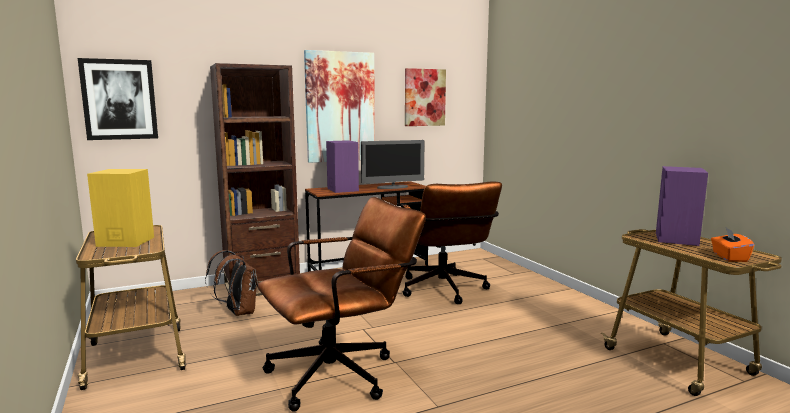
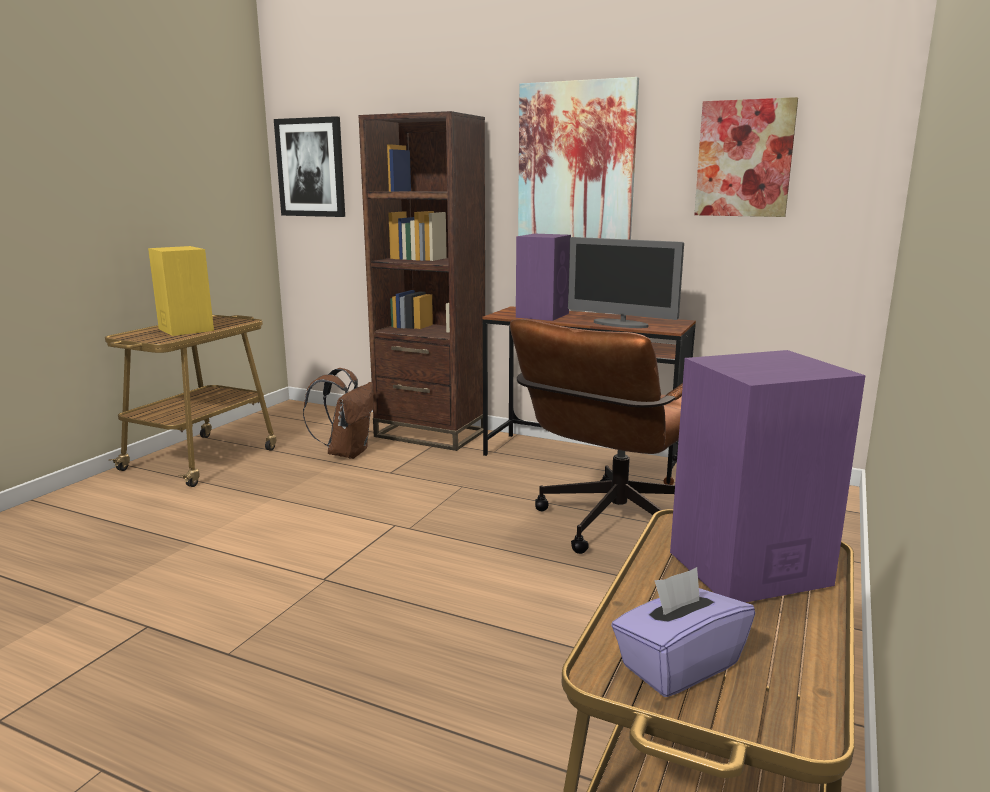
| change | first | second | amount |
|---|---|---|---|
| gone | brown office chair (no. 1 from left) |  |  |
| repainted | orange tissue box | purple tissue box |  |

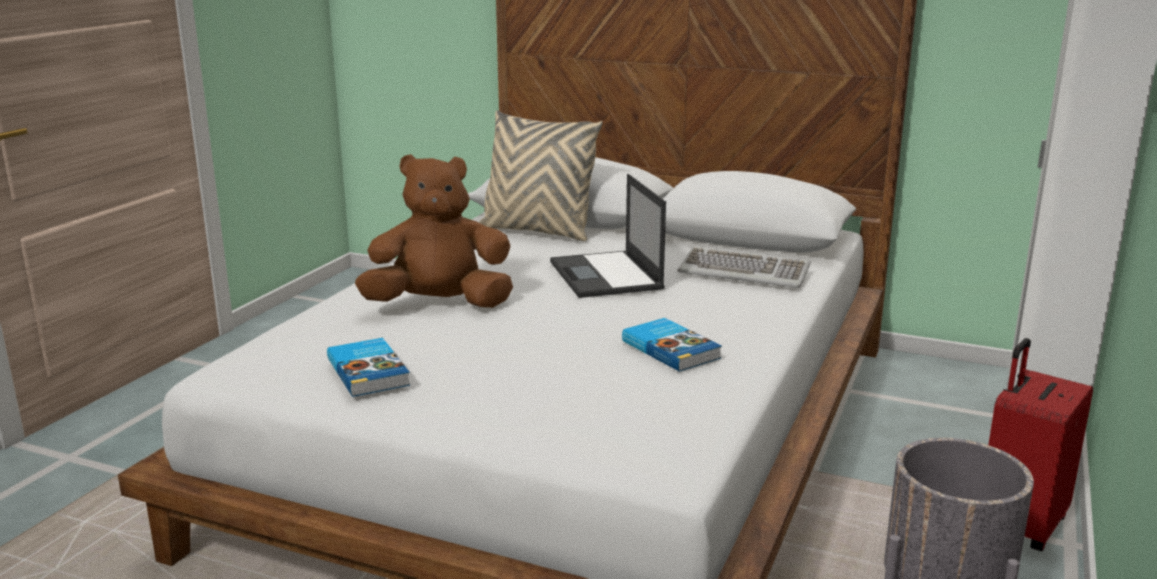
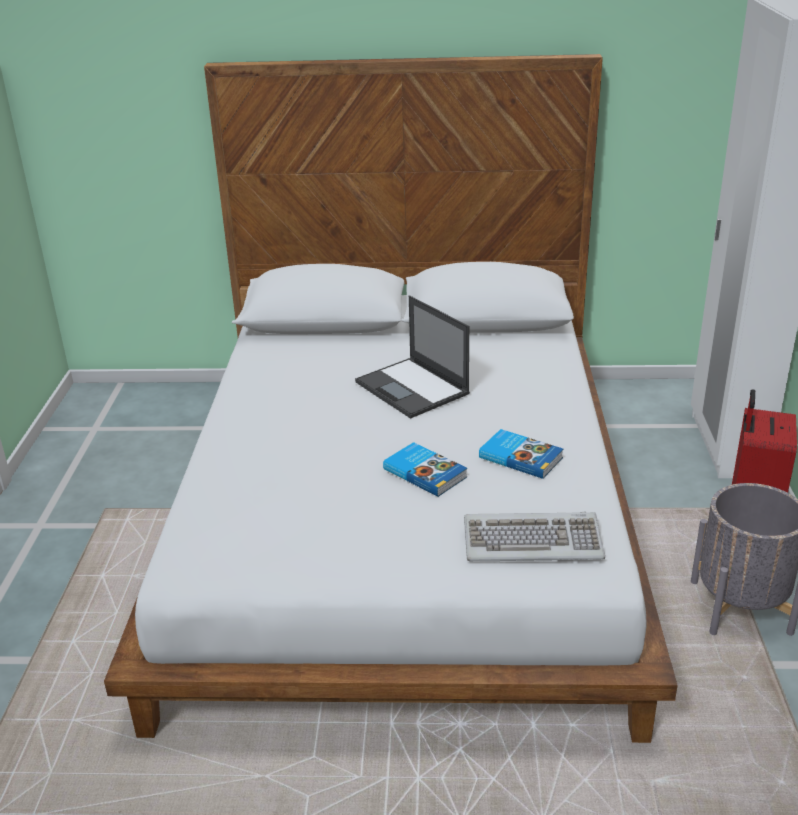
| change | first | second | amount |
|---|---|---|---|
| gone | beige pillow |  |  |
| gone | brown plush toy |  |  |
| shifted | keyboard |  |  |
| shifted | book (no. 1 from left) |  |  |

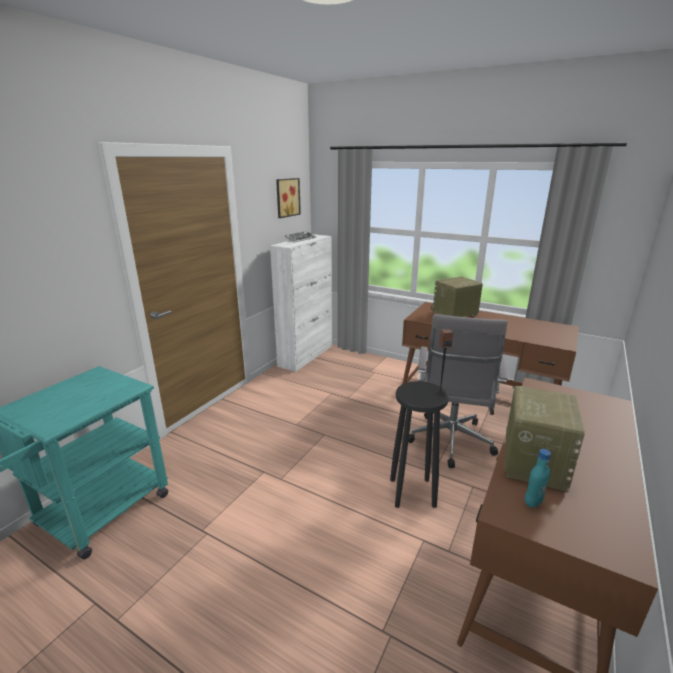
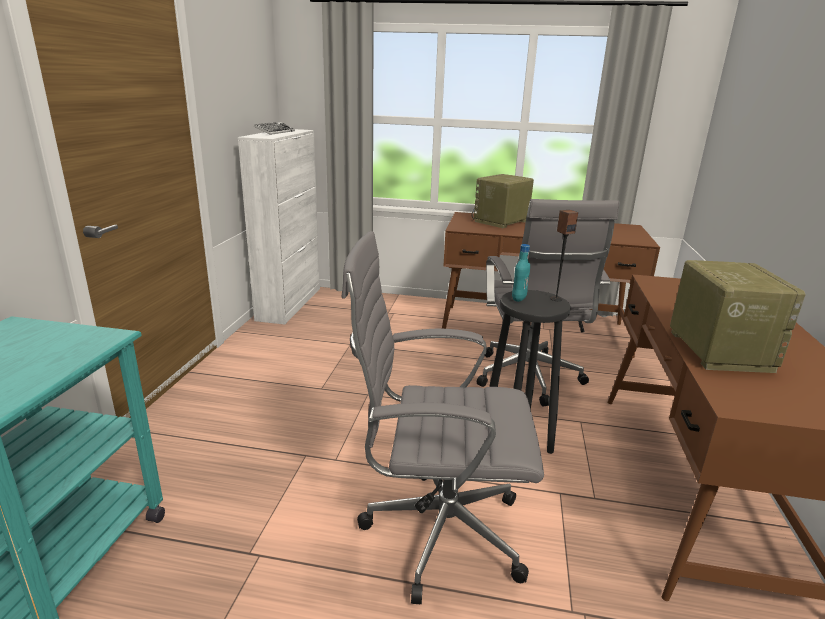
| change | first | second | amount |
|---|---|---|---|
| gone | picture |  |  |
| shifted | turquoise bottle |  |  |
| new |  | grey office chair (no. 1 from left) |  |

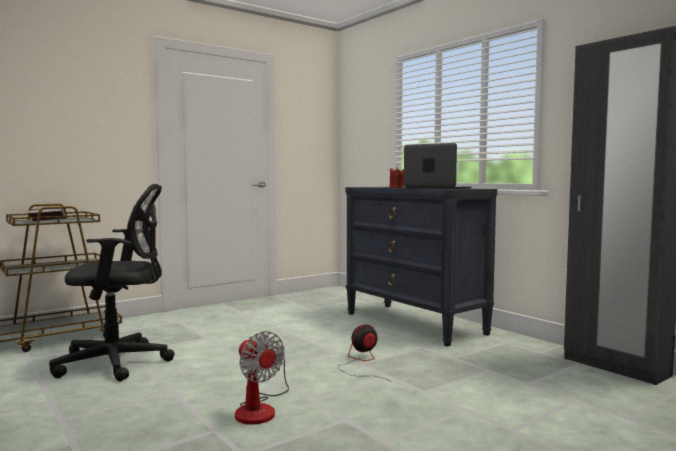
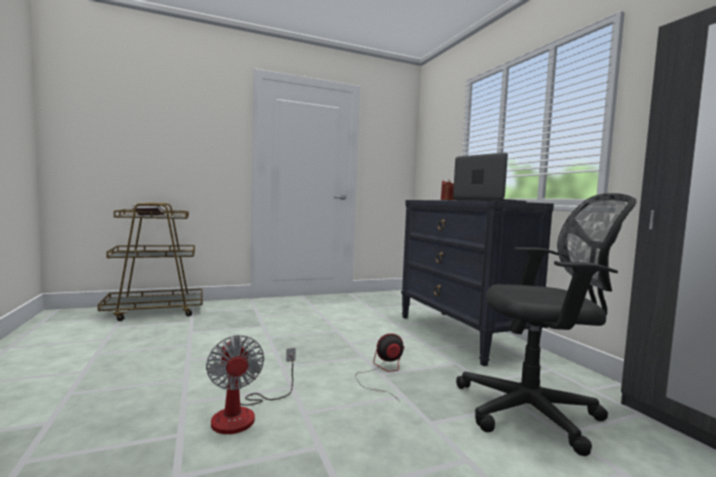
| change | first | second | amount |
|---|---|---|---|
| shifted | black office chair |  |  |

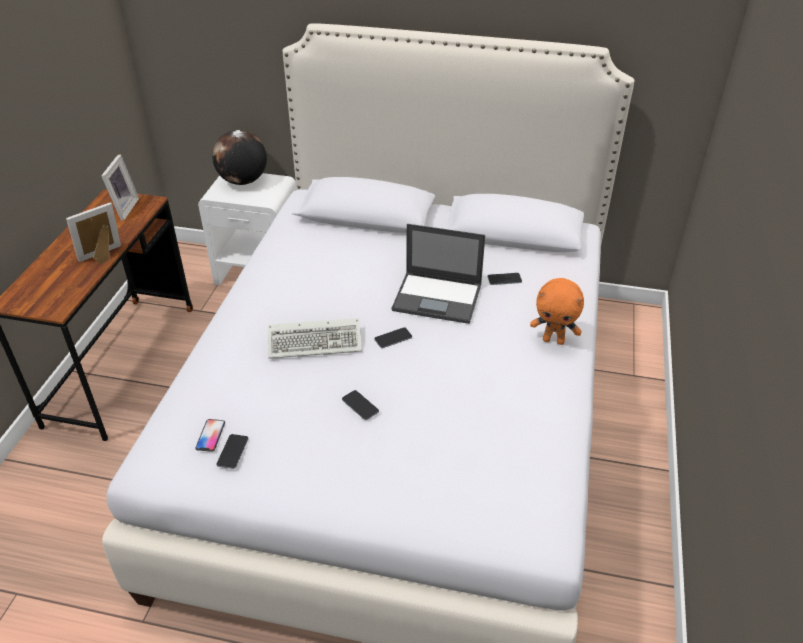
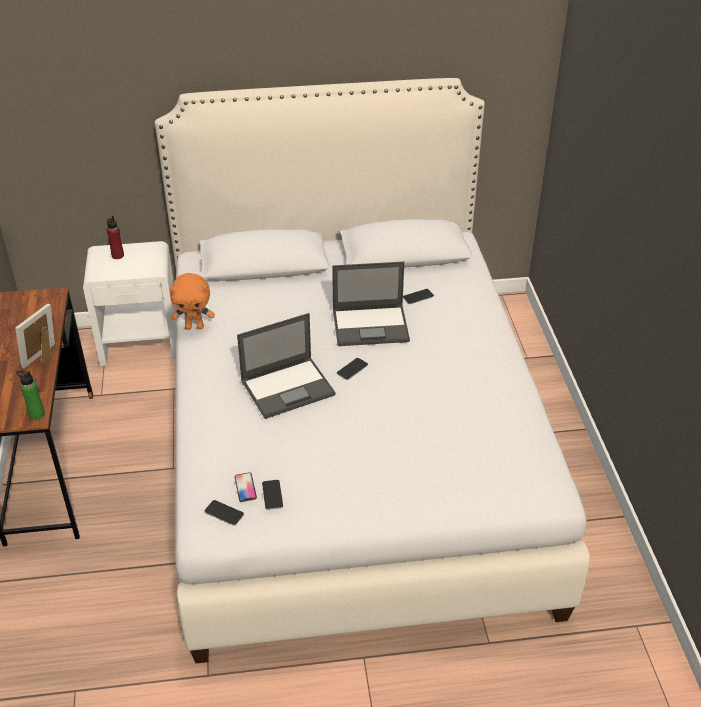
| change | first | second | amount |
|---|---|---|---|
| swapped | globe | red bottle |  |
| gone | picture frame (no. 2 from left) |  |  |
| shifted | orange plush toy |  |  |
| swapped | keyboard | laptop (no. 1 from left) |  |
| shifted | phone (no. 3 from left in the first image) | phone (no. 1 from left) |  |
| new |  | green bottle |  |

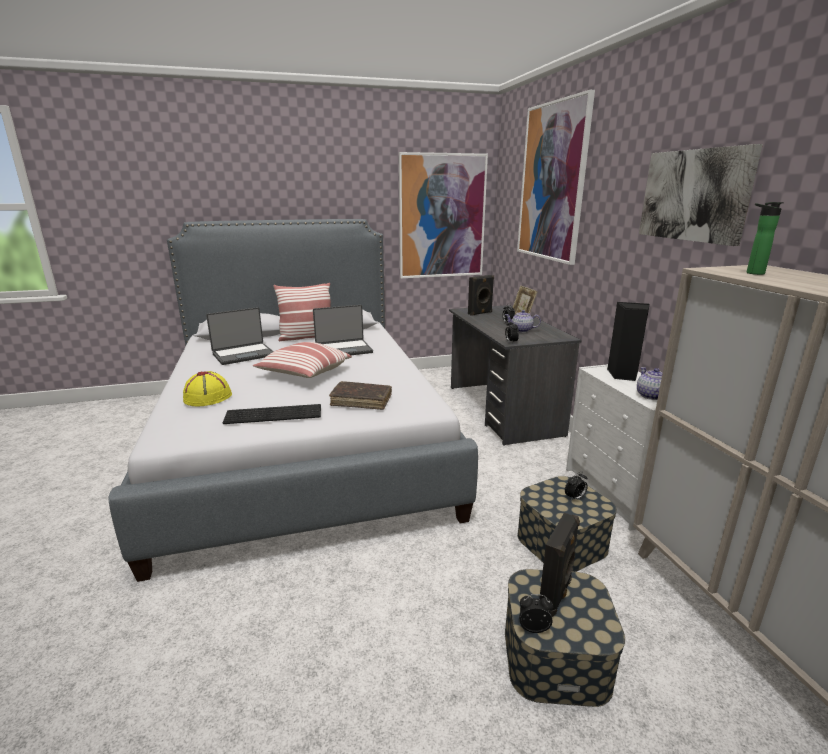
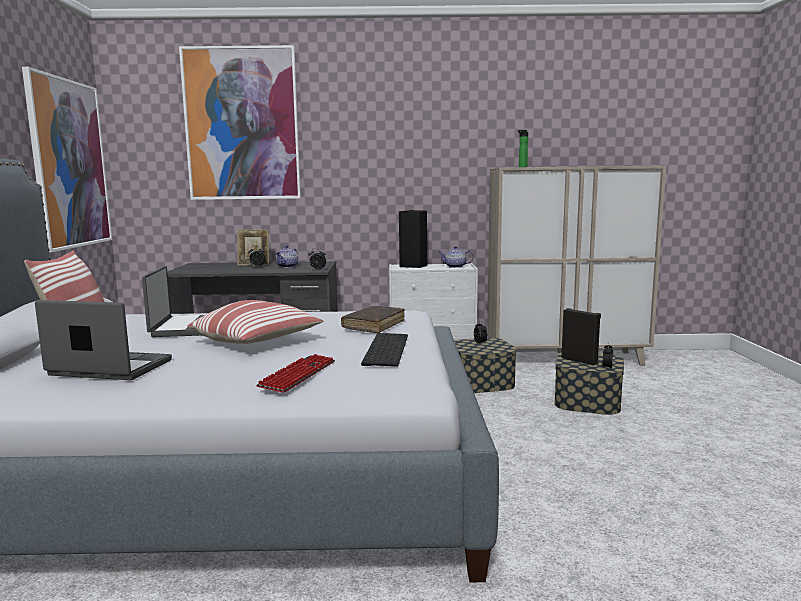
| change | first | second | amount |
|---|---|---|---|
| gone | picture (no. 3 from left) |  |  |
| gone | black speaker (no. 1 from left) |  |  |
| rotated | laptop (no. 1 from left) |  | 60 degrees counterclockwise |
| swapped | yellow hat | keyboard (no. 1 from left) |  |

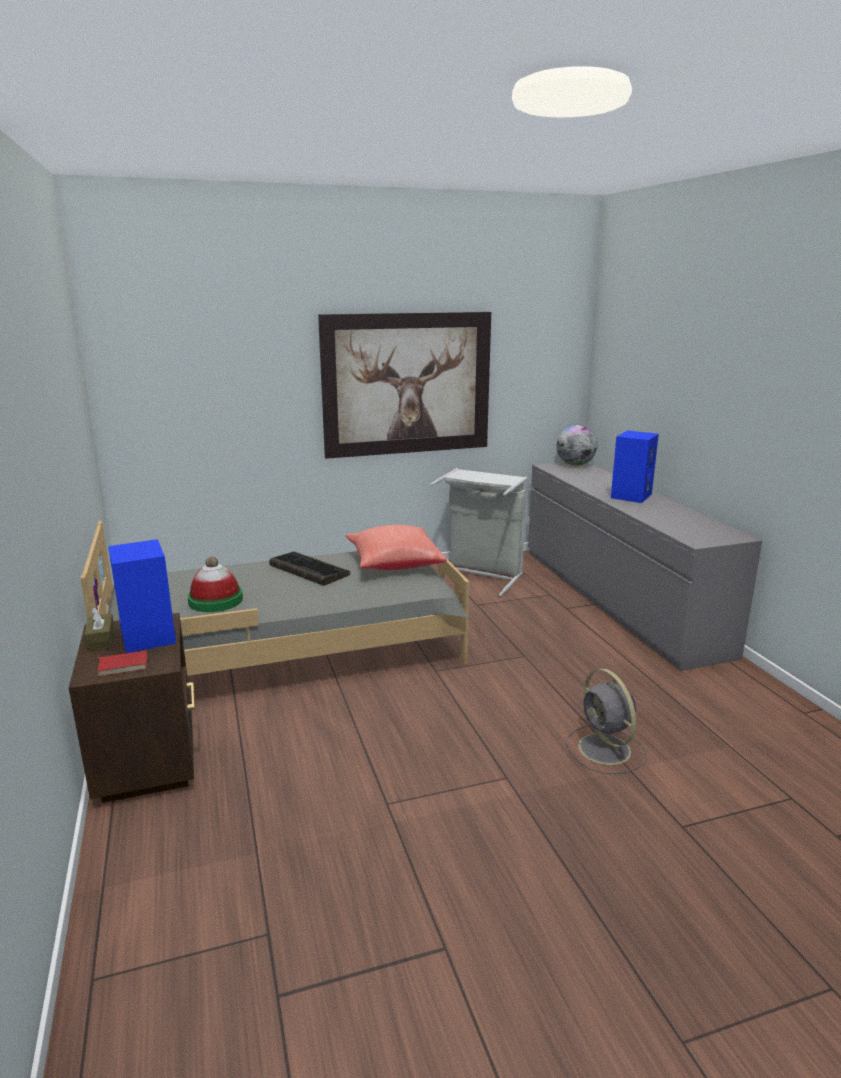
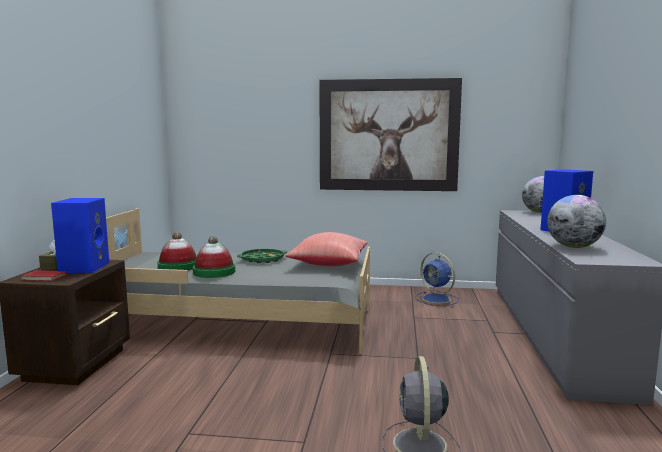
| change | first | second | amount |
|---|---|---|---|
| swapped | grey laundry basket | blue fan |  |
| swapped | keyboard | green tray |  |
| new |  | globe (no. 2 from left) |  |
| new |  | hat (no. 2 from left) |  |

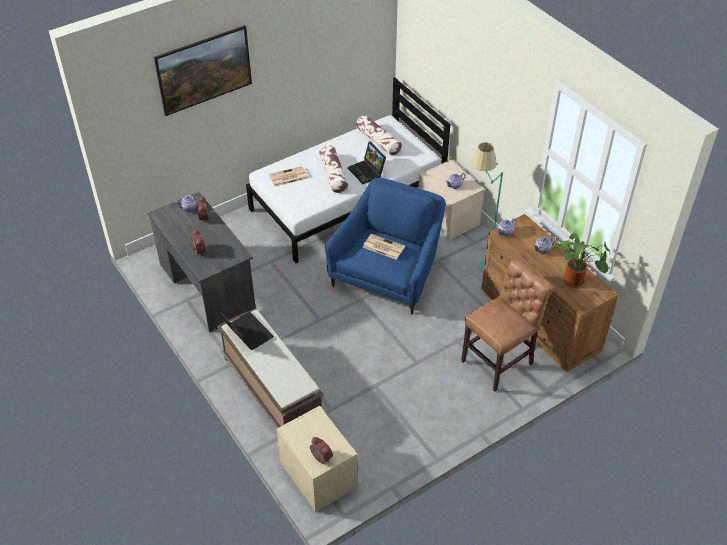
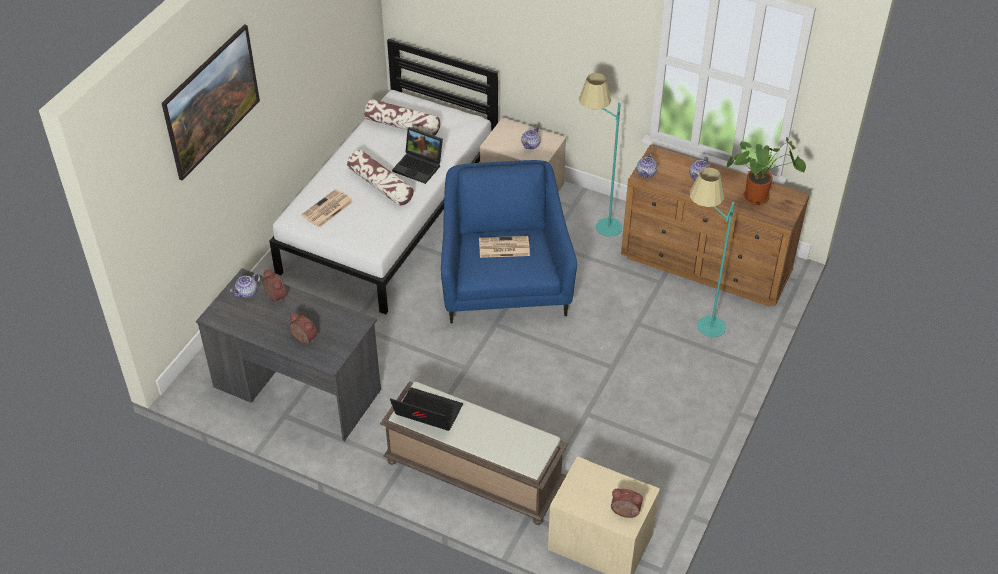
| change | first | second | amount |
|---|---|---|---|
| swapped | brown chair | turquoise floor lamp (no. 2 from left) |  |

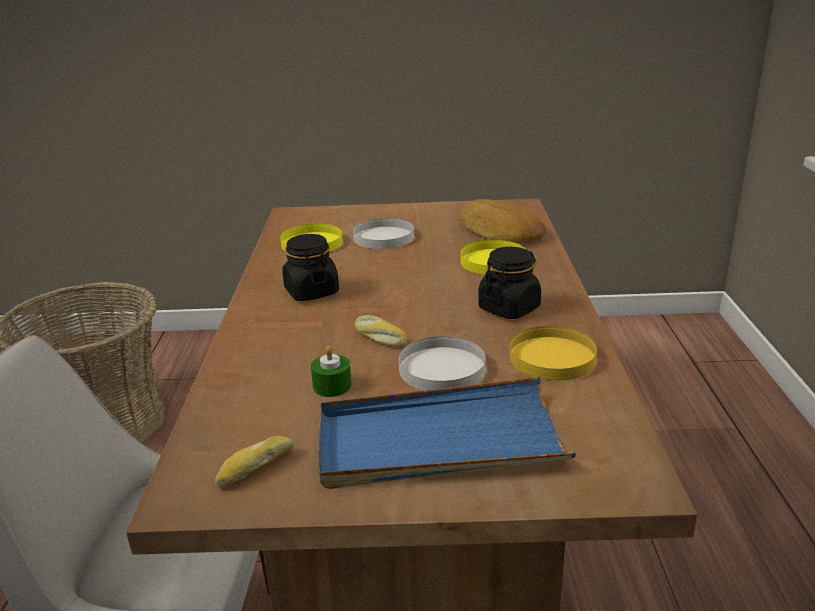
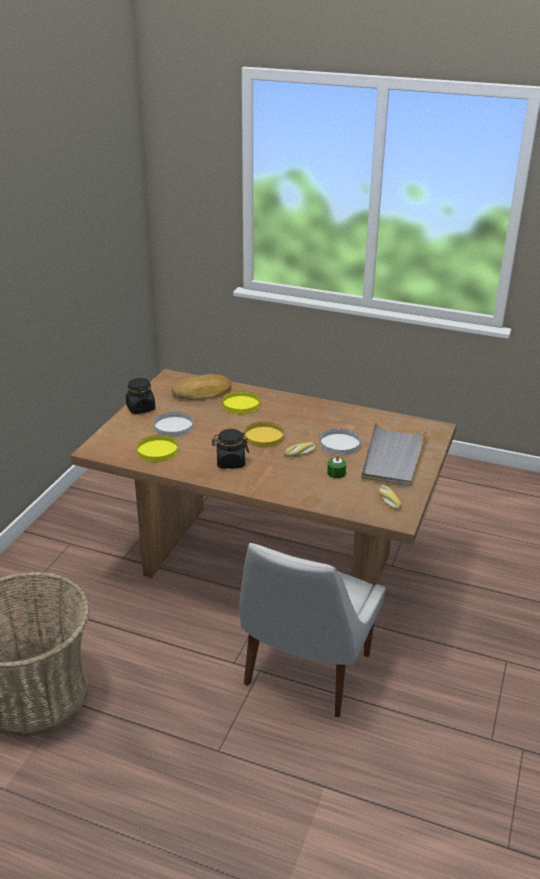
| change | first | second | amount |
|---|---|---|---|
| shifted | black jar (no. 2 from left in the first image) | black jar (no. 1 from left) |  |
| shifted | yellow plate (no. 3 from left) |  |  |
| repainted | blue tray | grey tray |  |

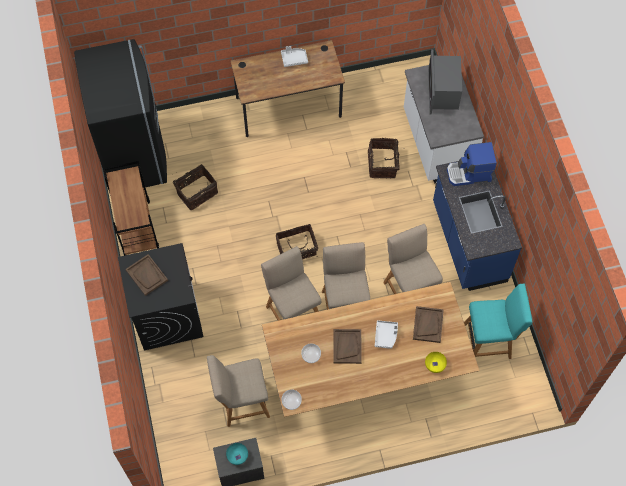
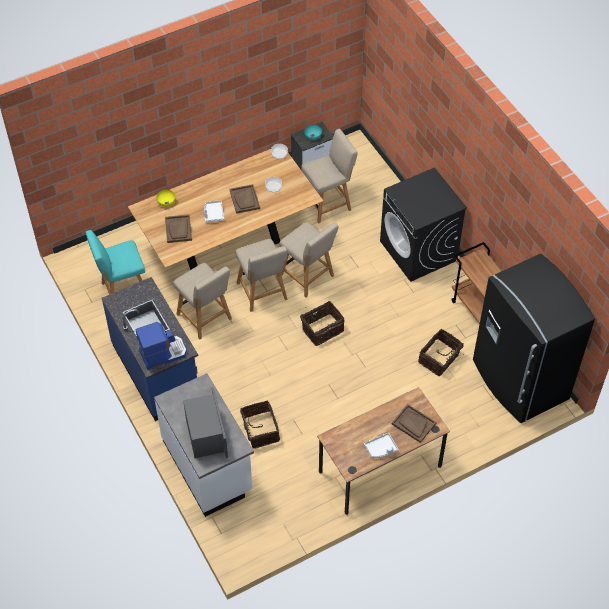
| change | first | second | amount |
|---|---|---|---|
| shifted | brown tray (no. 1 from left in the first image) | brown tray (no. 3 from left) |  |

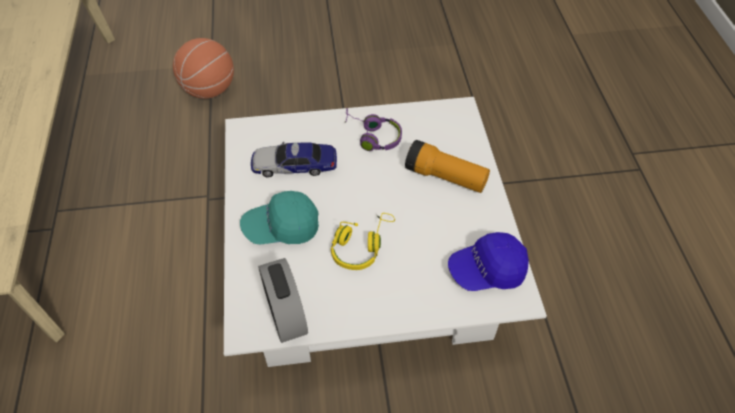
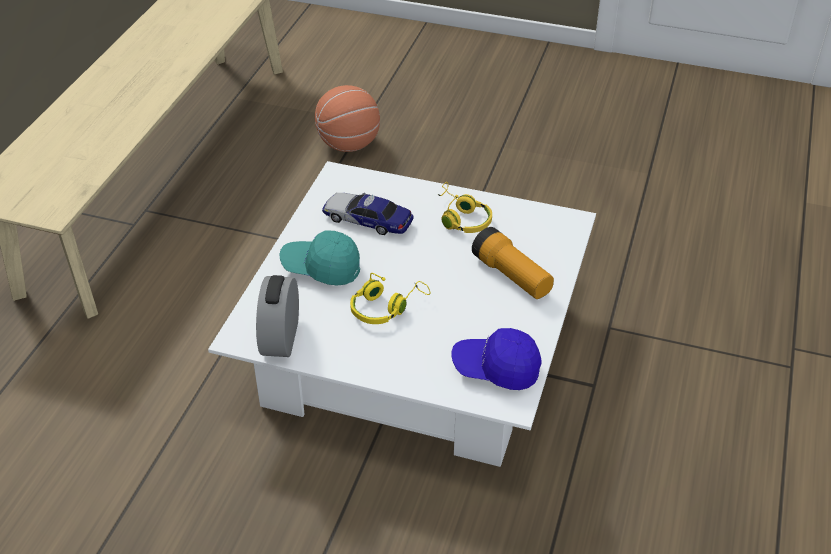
| change | first | second | amount |
|---|---|---|---|
| repainted | purple headphones | yellow headphones (no. 2 from left) |  |

